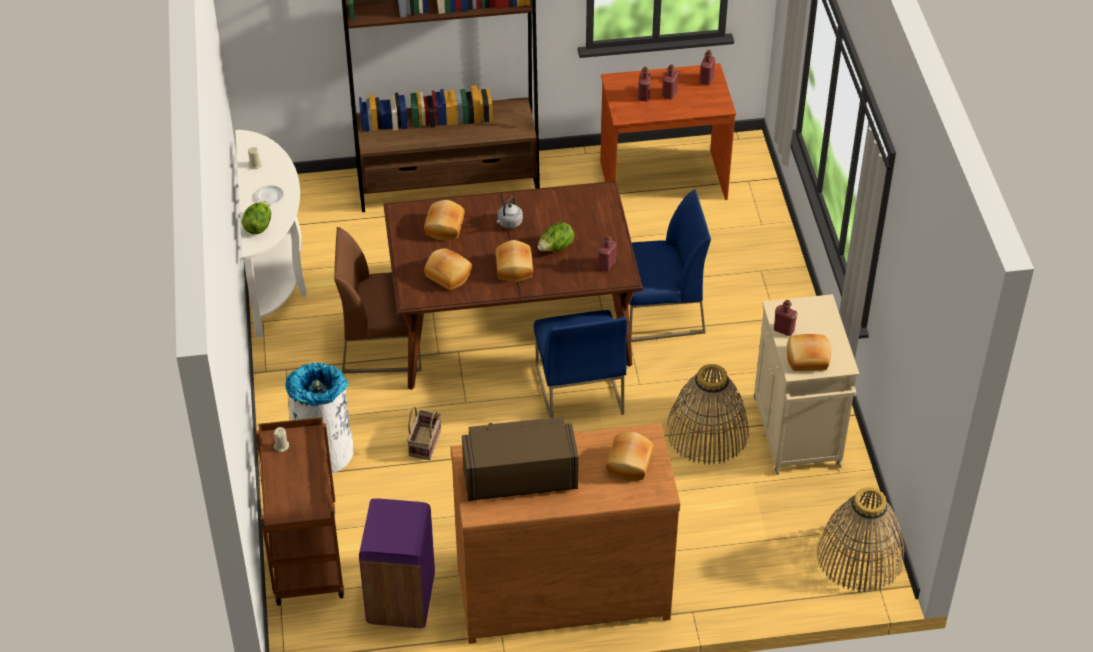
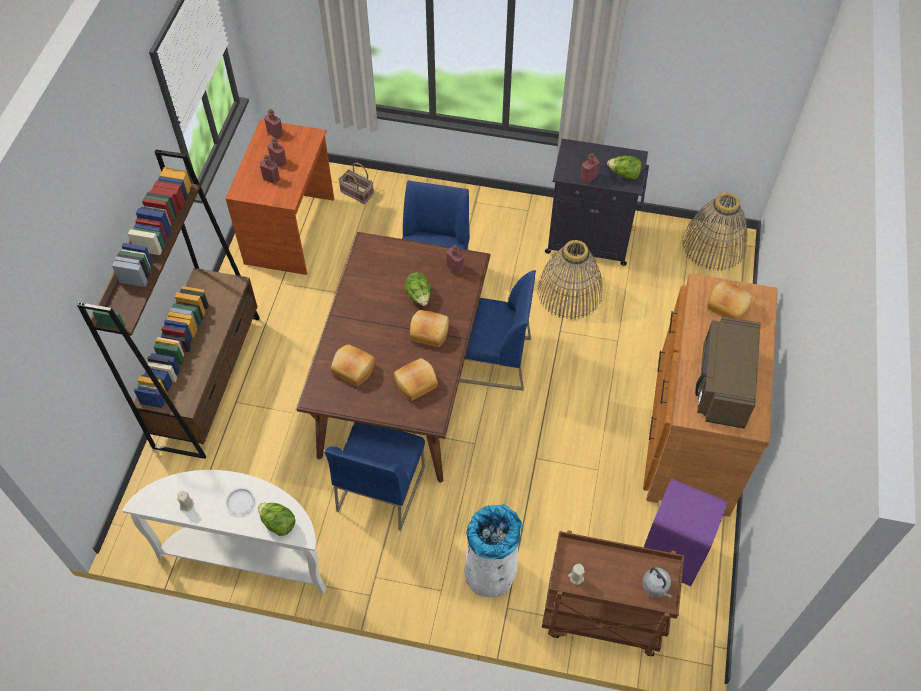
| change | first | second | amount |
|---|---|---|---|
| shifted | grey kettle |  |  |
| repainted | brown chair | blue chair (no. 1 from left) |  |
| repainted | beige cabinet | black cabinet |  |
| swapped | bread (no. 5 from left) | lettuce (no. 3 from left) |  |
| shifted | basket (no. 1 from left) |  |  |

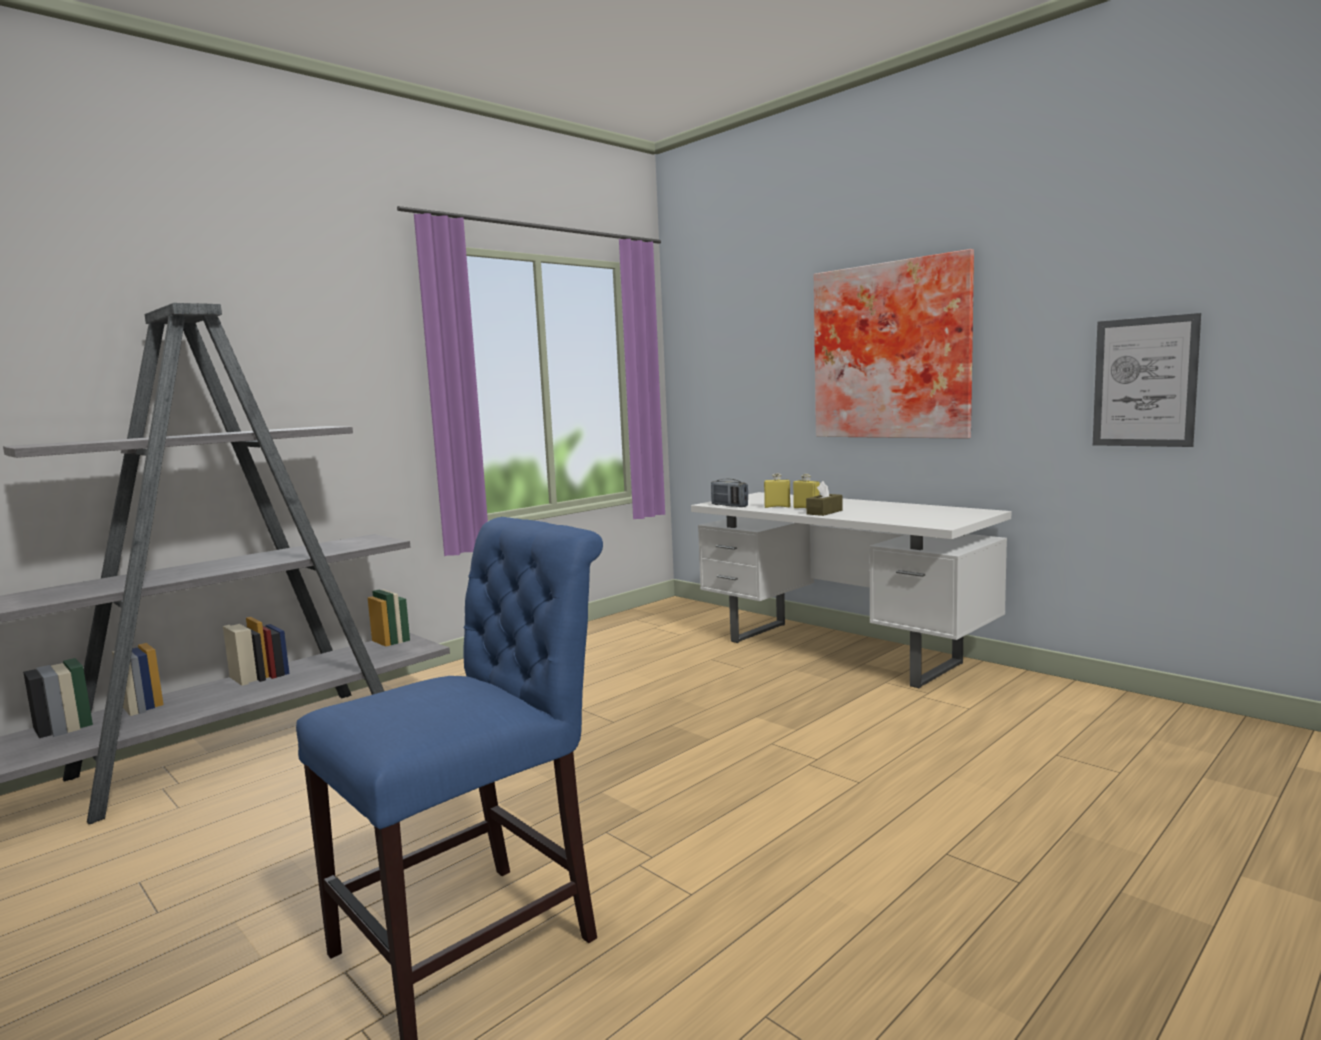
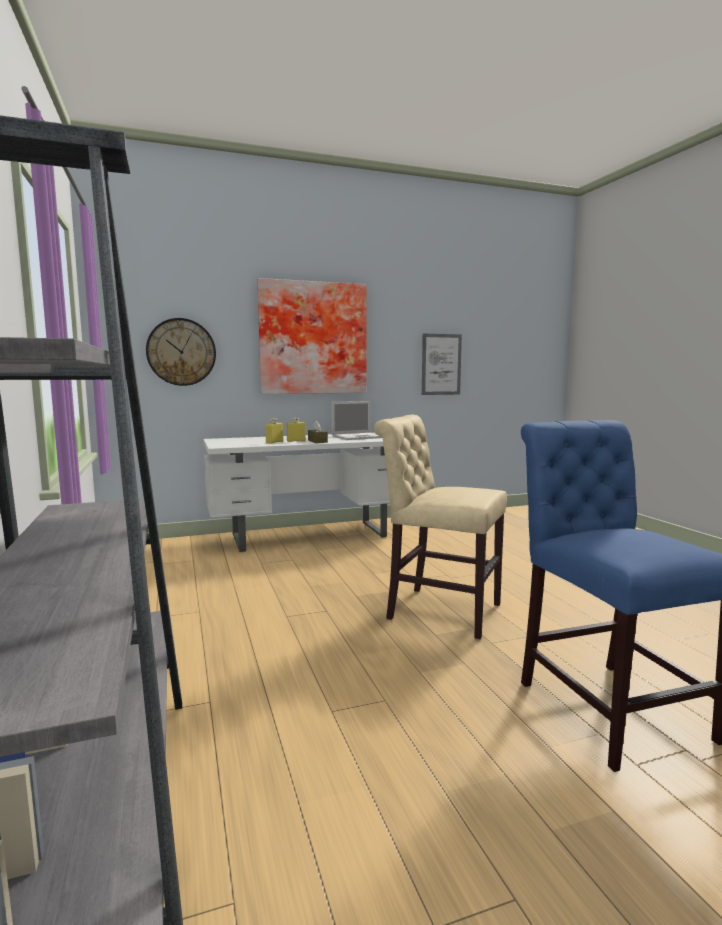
| change | first | second | amount |
|---|---|---|---|
| gone | radio |  |  |
| new |  | wall clock |  |
| new |  | laptop |  |
| new |  | beige chair |  |

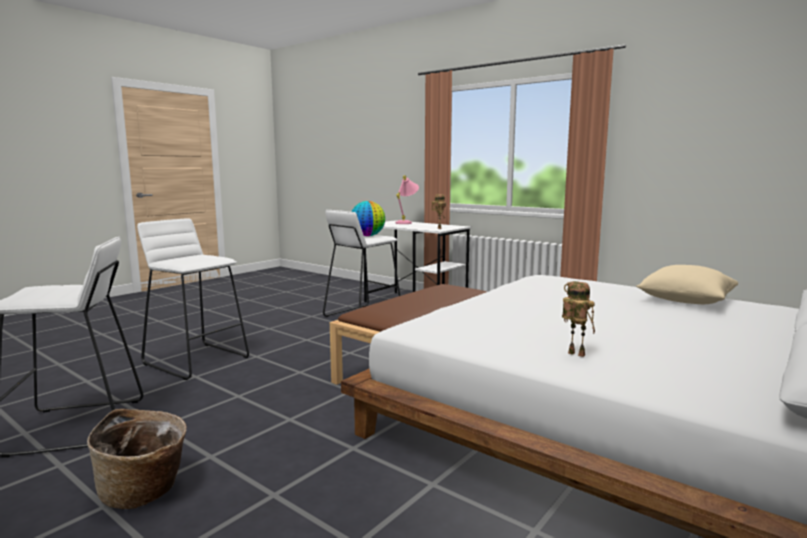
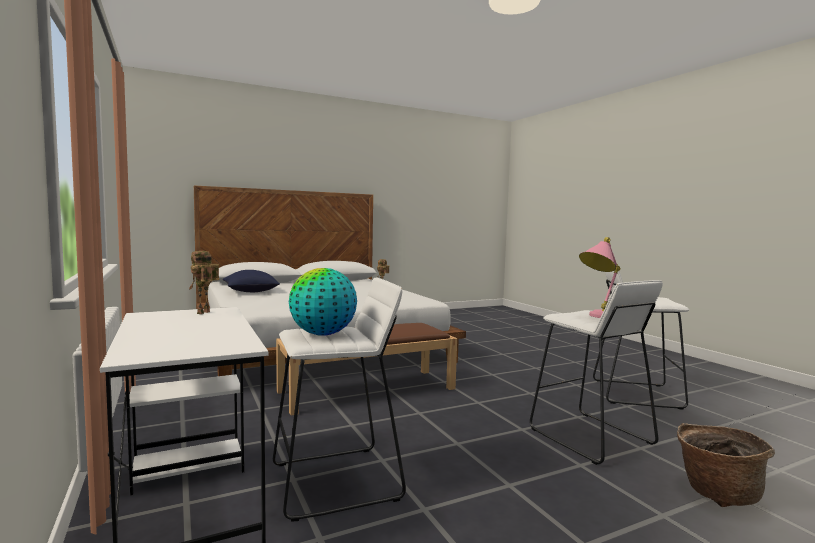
| change | first | second | amount |
|---|---|---|---|
| shifted | pink table lamp |  |  |
| repainted | beige pillow | blue pillow |  |
| shifted | basket |  |  |

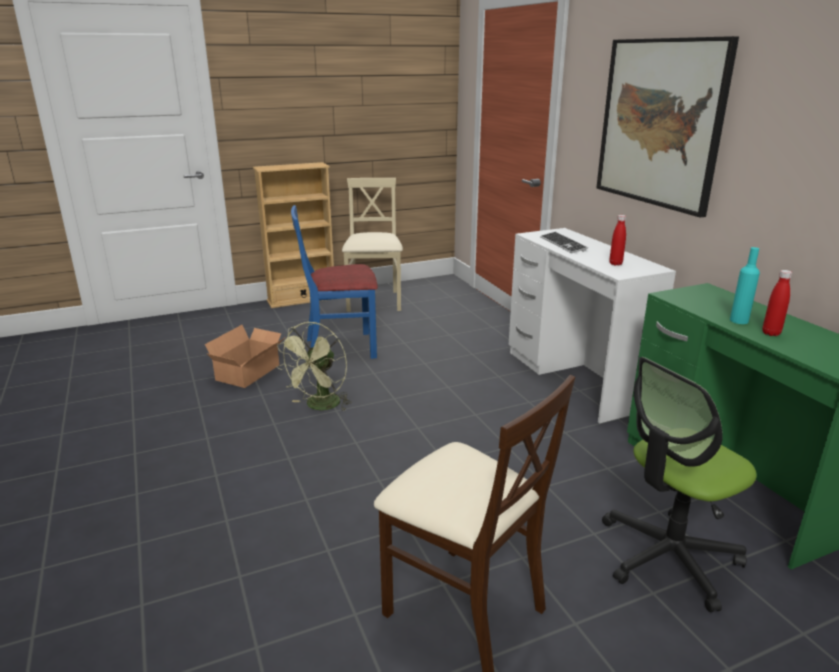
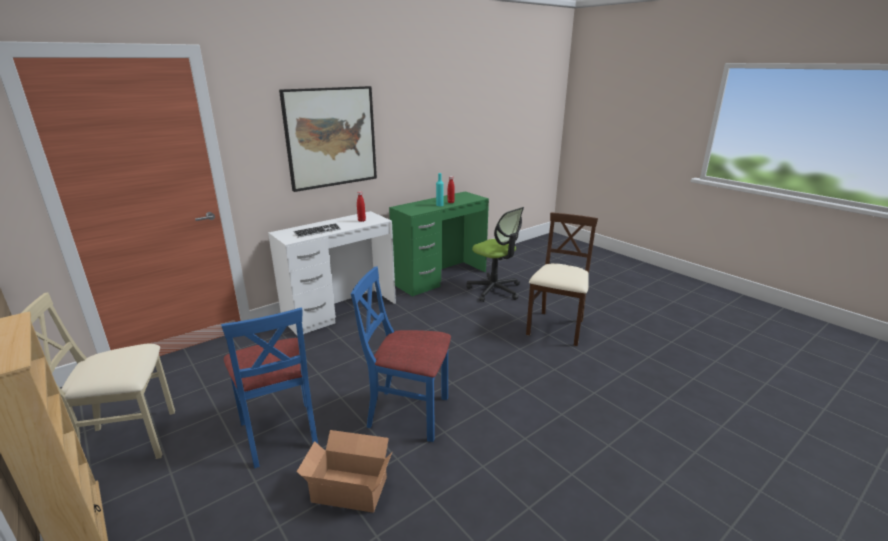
| change | first | second | amount |
|---|---|---|---|
| swapped | green fan | blue chair (no. 2 from left) |  |

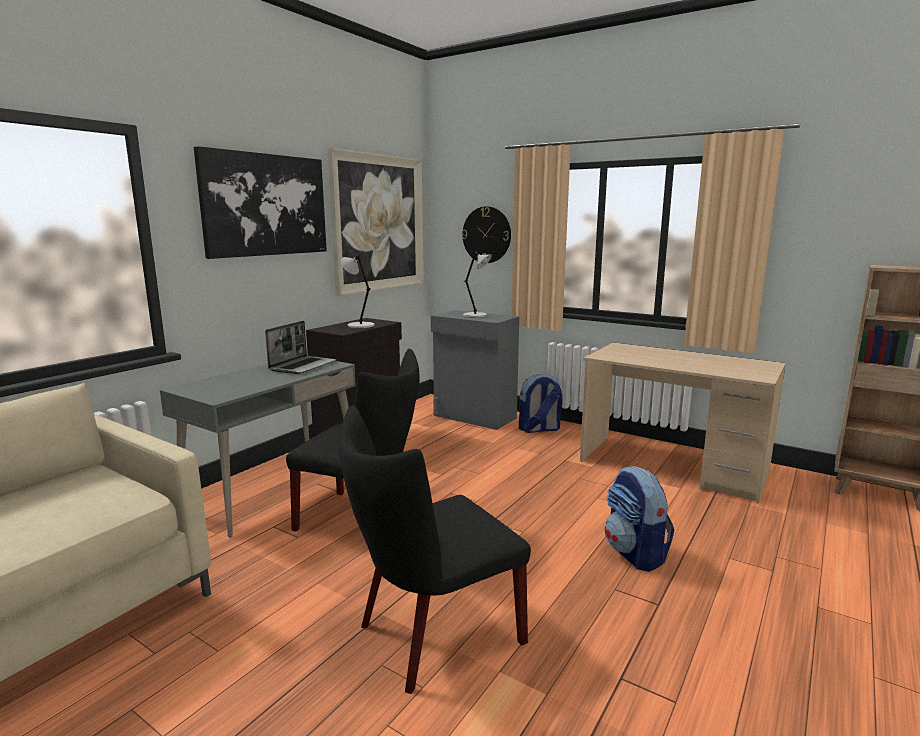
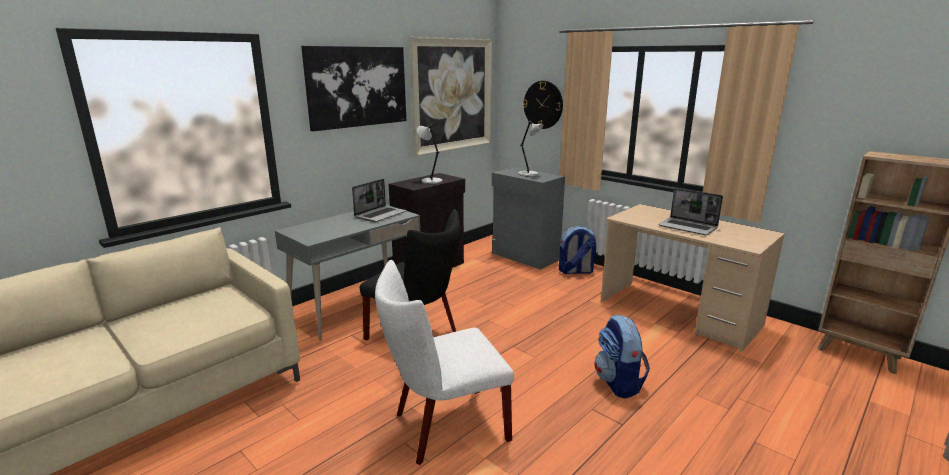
| change | first | second | amount |
|---|---|---|---|
| repainted | black chair (no. 2 from left) | white chair |  |
| new |  | laptop (no. 2 from left) |  |

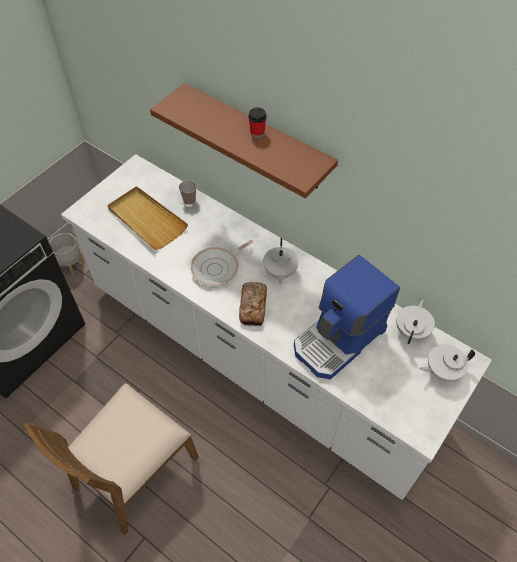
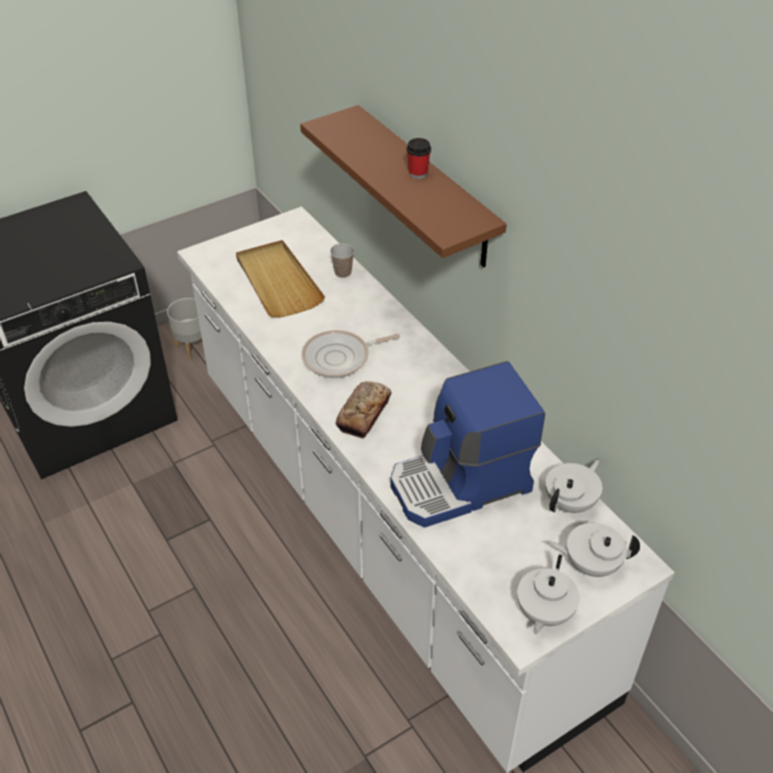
| change | first | second | amount |
|---|---|---|---|
| shifted | white teapot (no. 1 from left) |  |  |
| gone | brown chair |  |  |

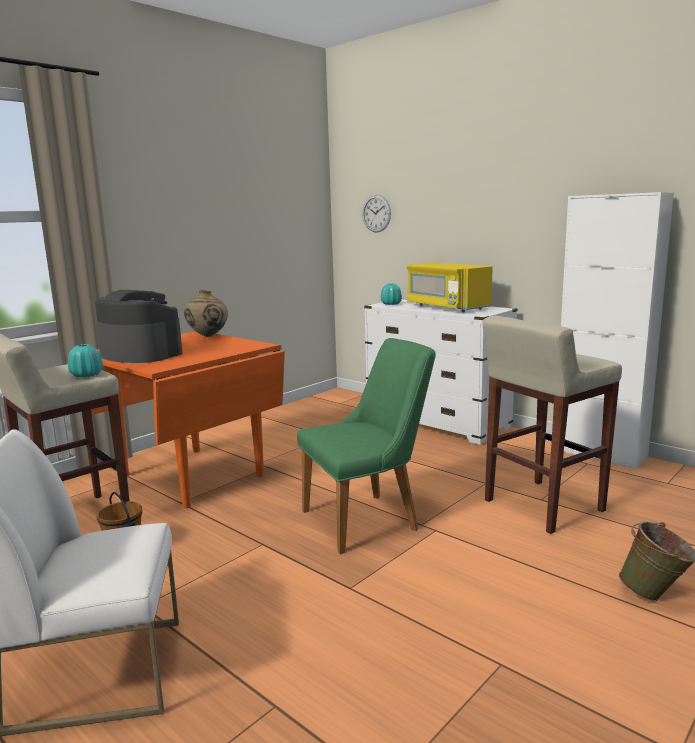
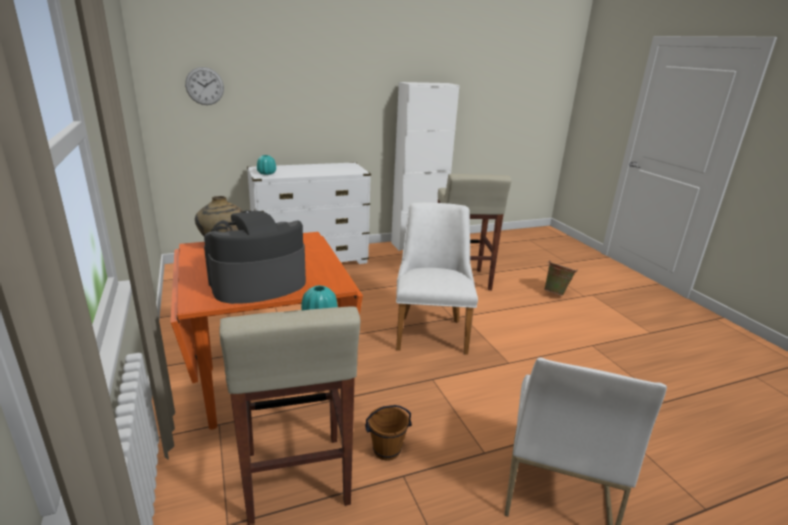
| change | first | second | amount |
|---|---|---|---|
| gone | yellow microwave |  |  |
| repainted | green chair | white chair (no. 1 from left) |  |

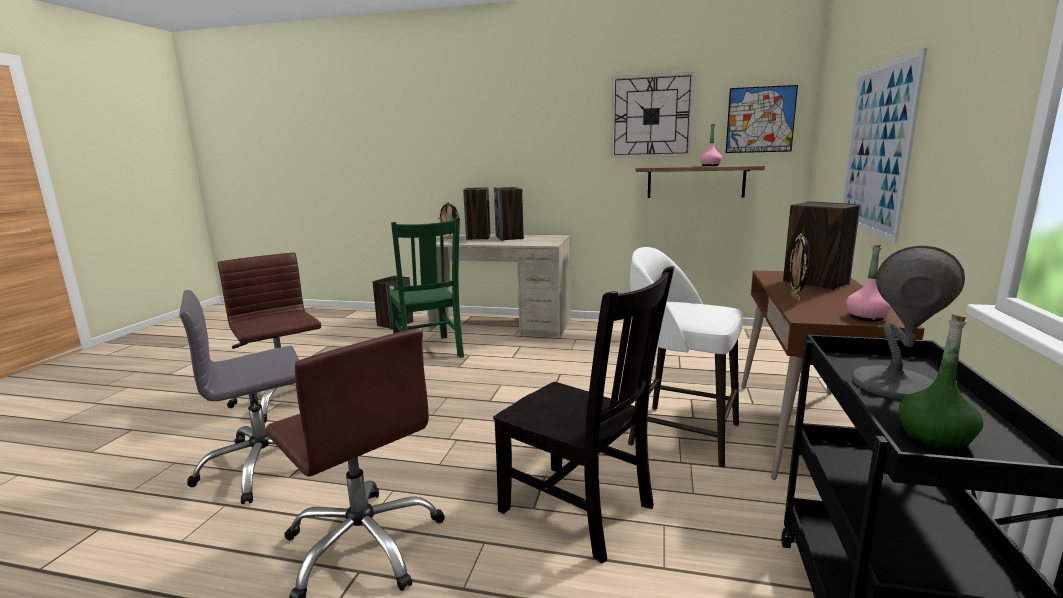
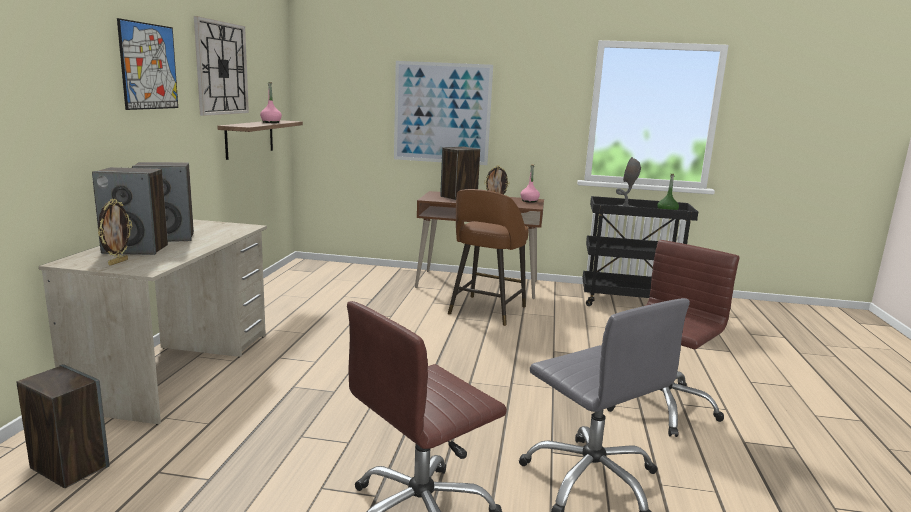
| change | first | second | amount |
|---|---|---|---|
| shifted | picture (no. 1 from left) |  |  |
| gone | green chair |  |  |
| repainted | white stool | brown stool |  |
| gone | black chair |  |  |

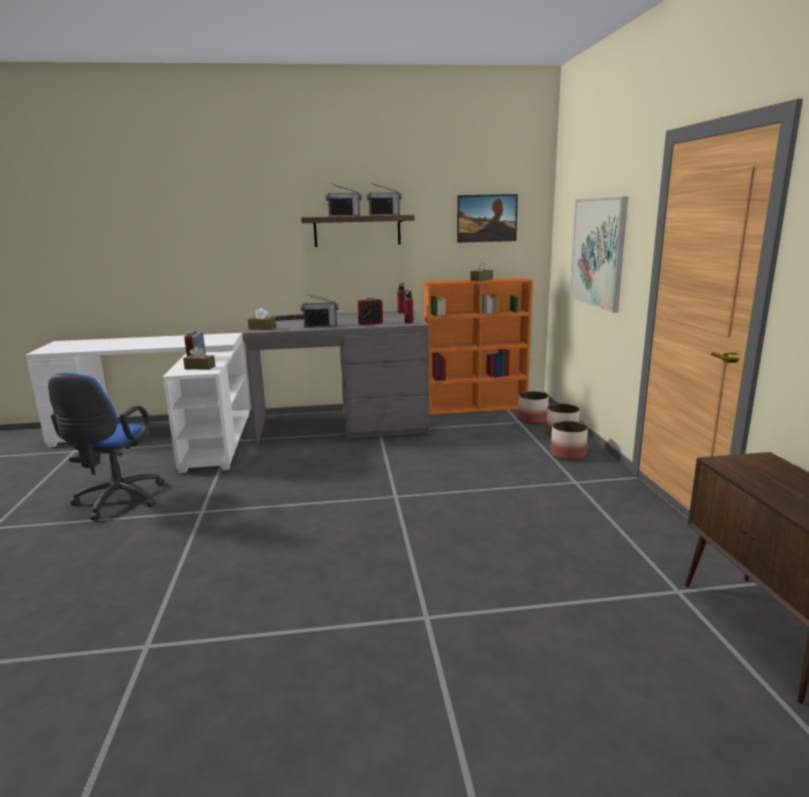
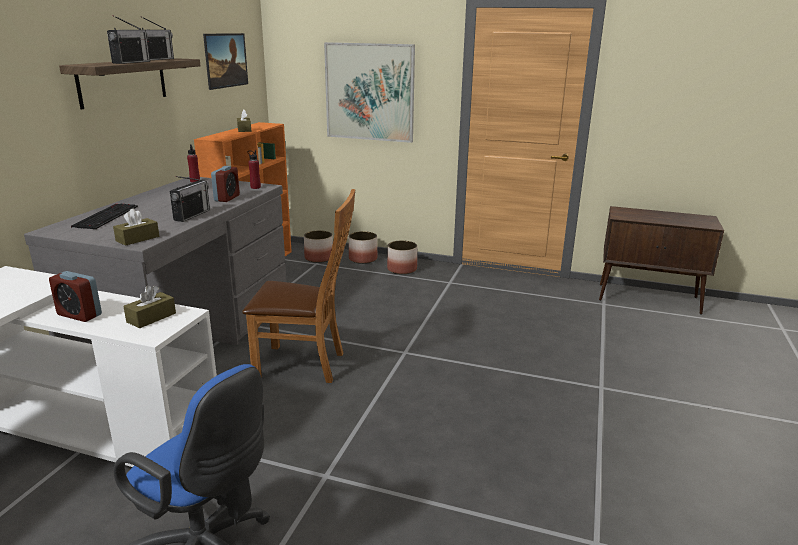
| change | first | second | amount |
|---|---|---|---|
| new |  | brown chair |  |

